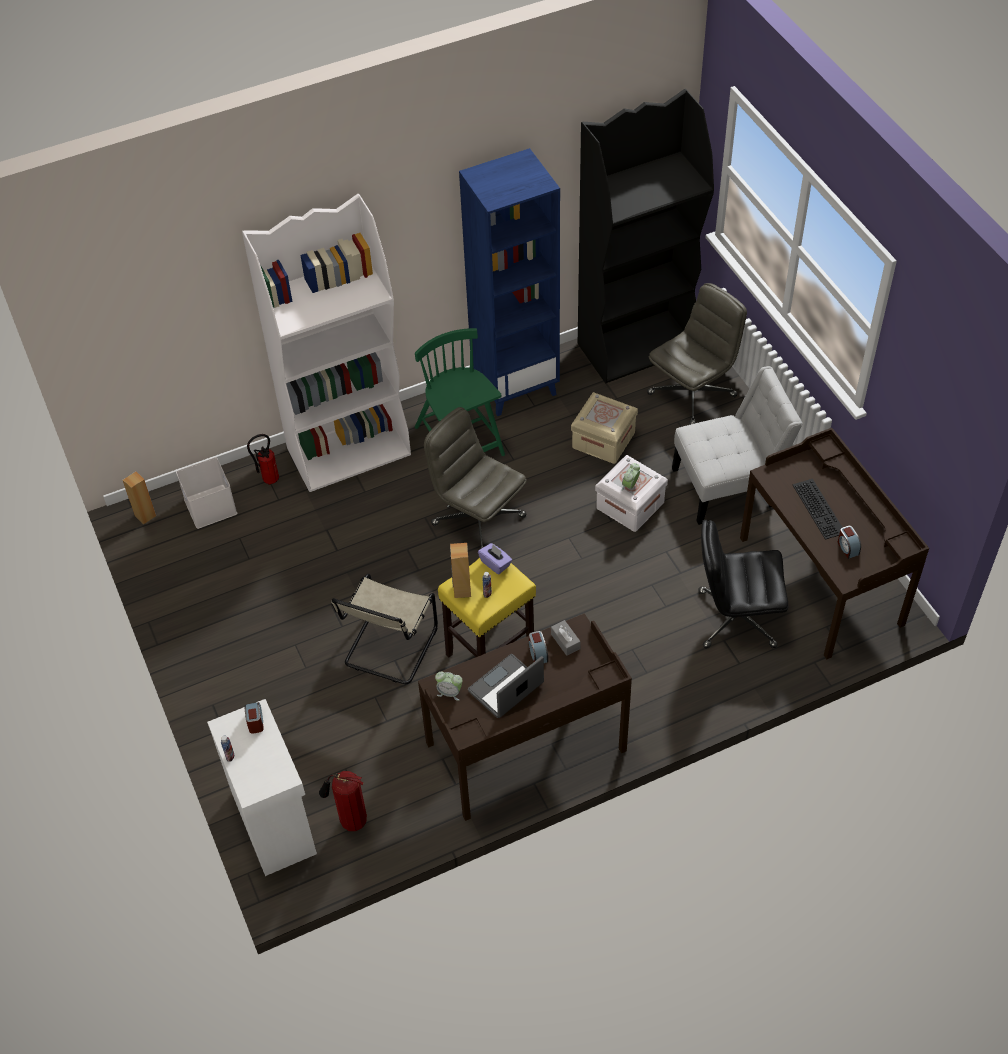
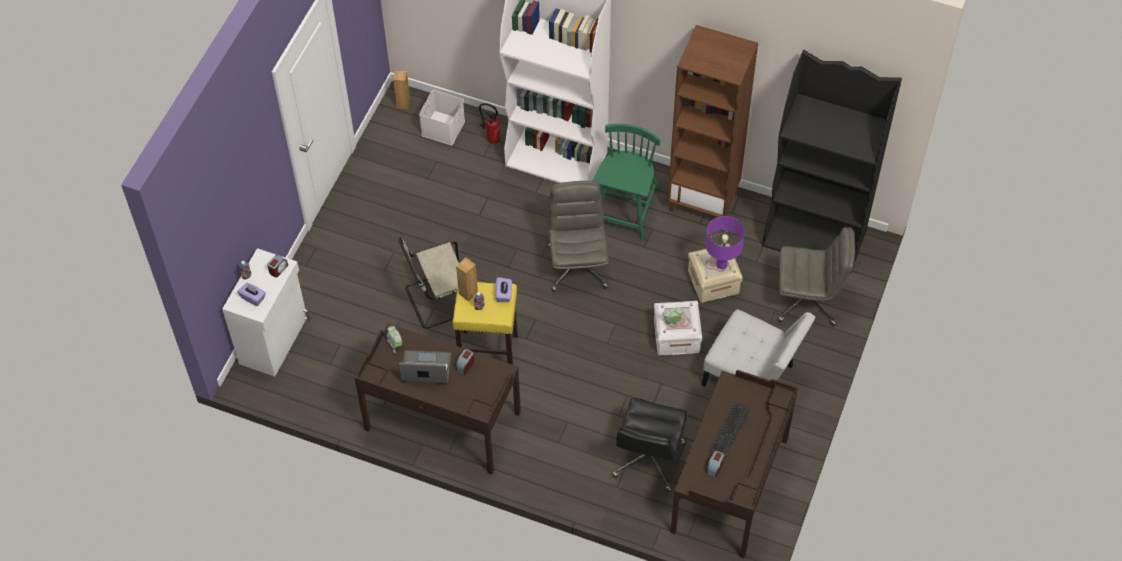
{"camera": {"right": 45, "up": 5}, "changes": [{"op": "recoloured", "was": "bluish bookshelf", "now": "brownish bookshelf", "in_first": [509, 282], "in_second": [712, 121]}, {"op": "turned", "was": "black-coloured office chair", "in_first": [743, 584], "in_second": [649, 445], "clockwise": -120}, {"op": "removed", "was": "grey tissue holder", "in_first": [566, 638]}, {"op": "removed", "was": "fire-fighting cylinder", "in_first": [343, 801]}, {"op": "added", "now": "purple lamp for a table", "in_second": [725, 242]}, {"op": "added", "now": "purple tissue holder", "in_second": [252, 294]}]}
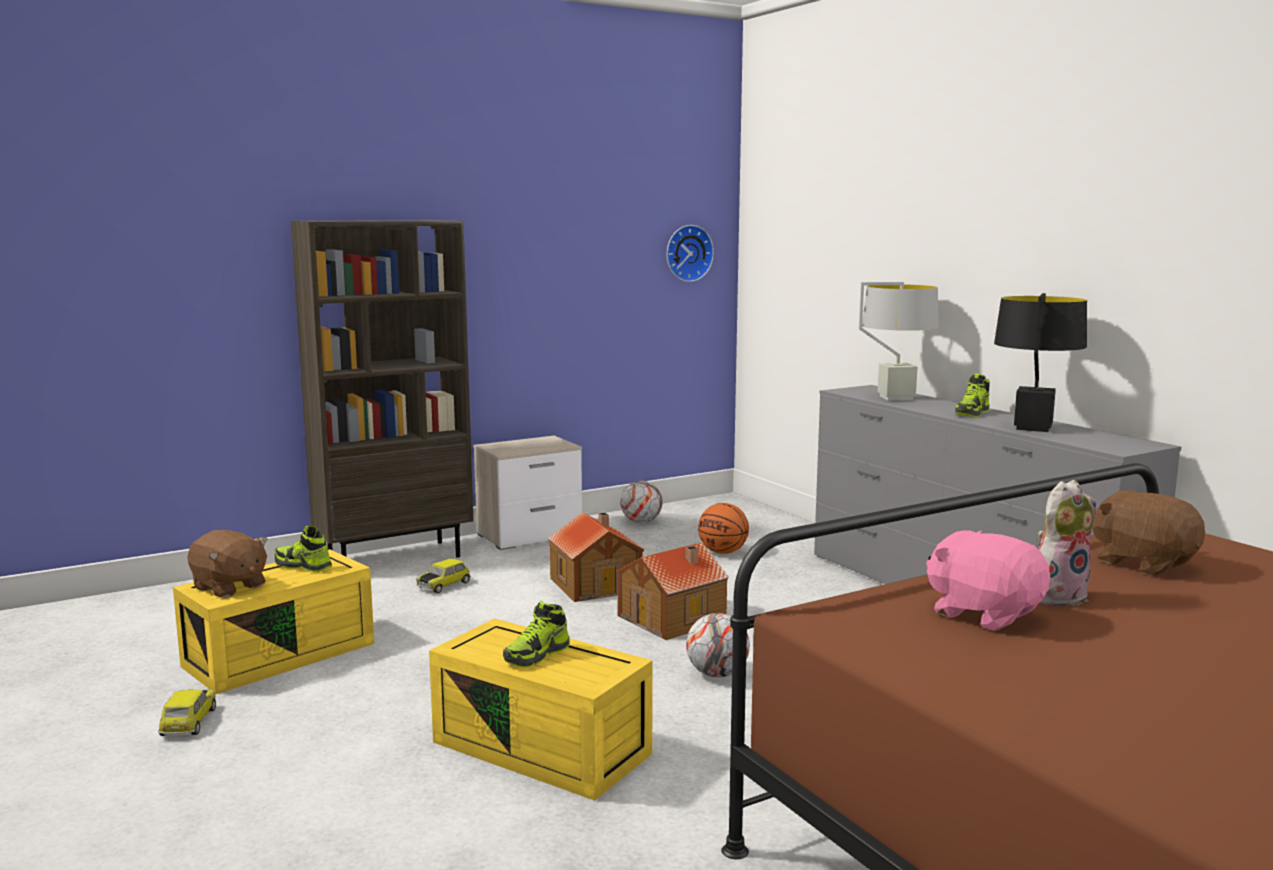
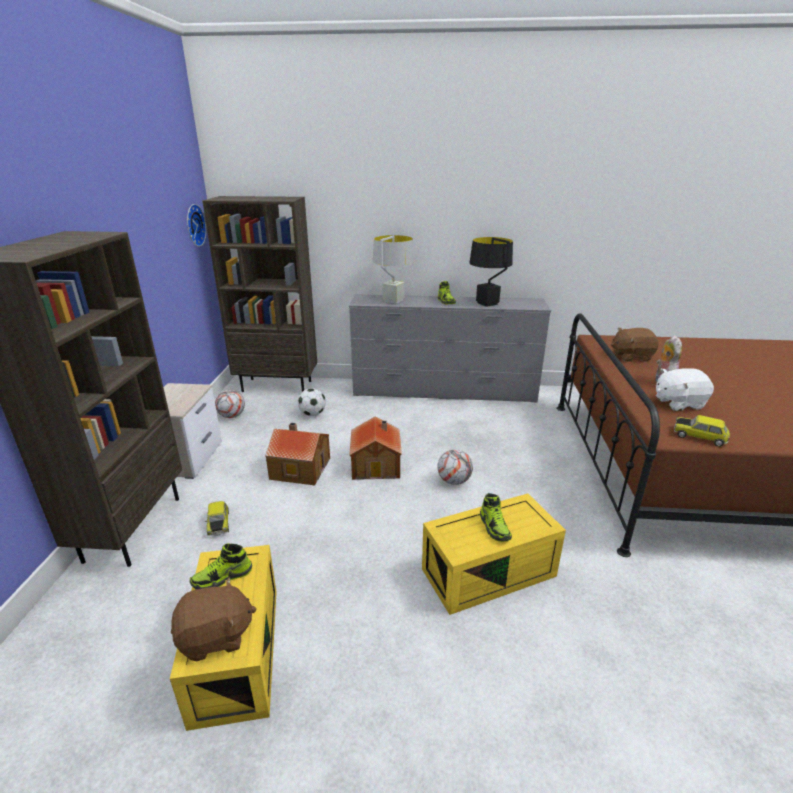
{"camera": {"right": -55, "up": 15}, "changes": [{"op": "replaced", "was": "ball for basketball", "now": "football ball", "in_first": [723, 528], "in_second": [312, 402]}, {"op": "recoloured", "was": "pink-coloured cuddly toy", "now": "white-coloured cuddly toy", "in_first": [988, 580], "in_second": [685, 389]}, {"op": "moved", "was": "model car", "in_first": [187, 712], "in_second": [702, 431]}, {"op": "added", "now": "brownish bookshelf", "in_second": [259, 294]}]}
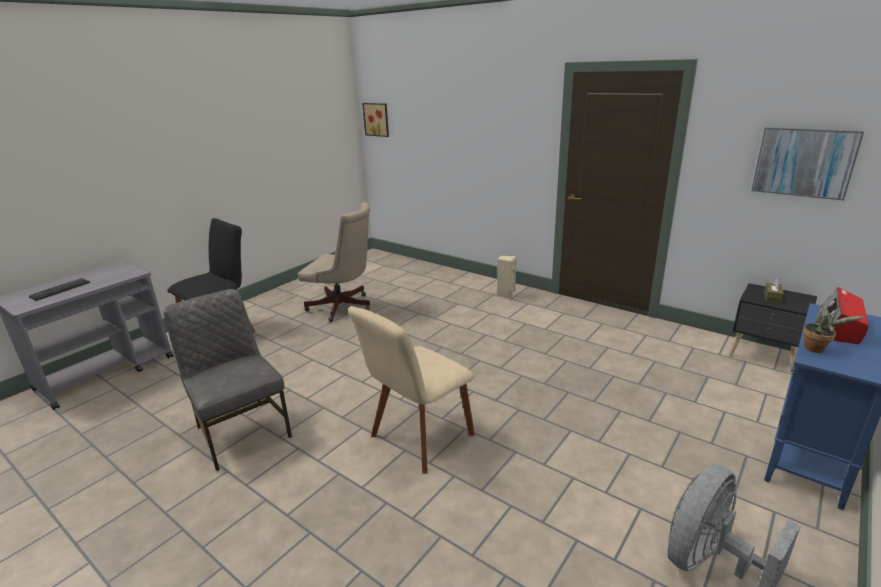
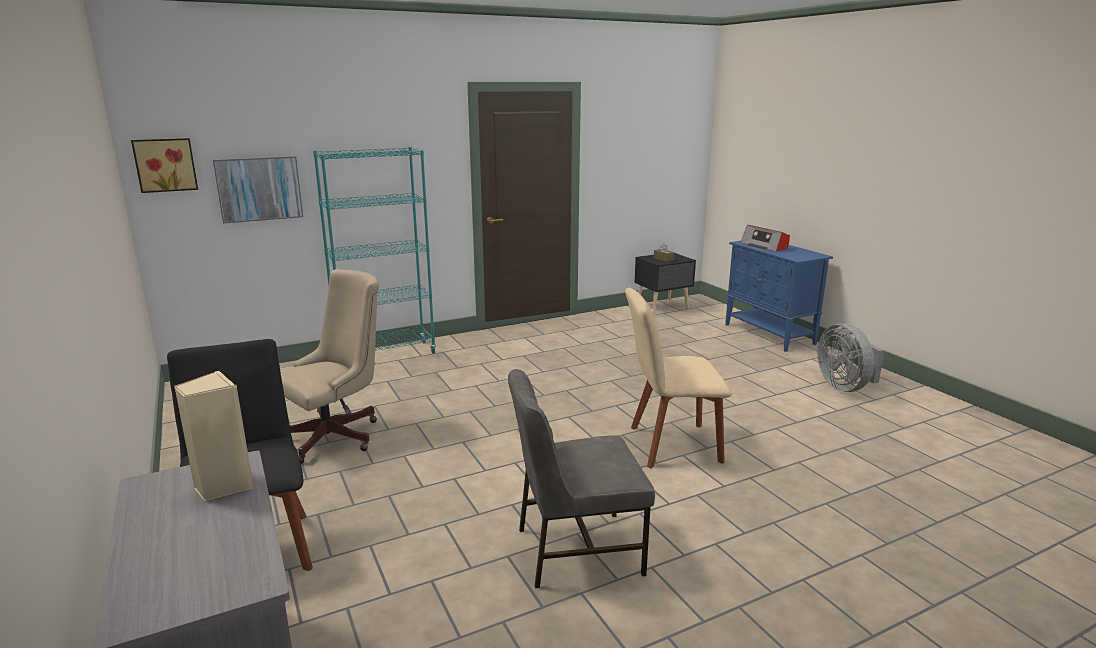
{"camera": {"right": -65, "up": -5}, "changes": [{"op": "moved", "was": "wall picture", "in_first": [807, 164], "in_second": [258, 190]}, {"op": "moved", "was": "beige loudspeaker", "in_first": [506, 277], "in_second": [214, 436]}, {"op": "removed", "was": "keyboard", "in_first": [59, 289]}, {"op": "removed", "was": "houseplant", "in_first": [833, 329]}, {"op": "turned", "was": "beige chair", "in_first": [411, 390], "in_second": [678, 378], "clockwise": 105}, {"op": "added", "now": "blue-green bookshelf", "in_second": [374, 250]}]}
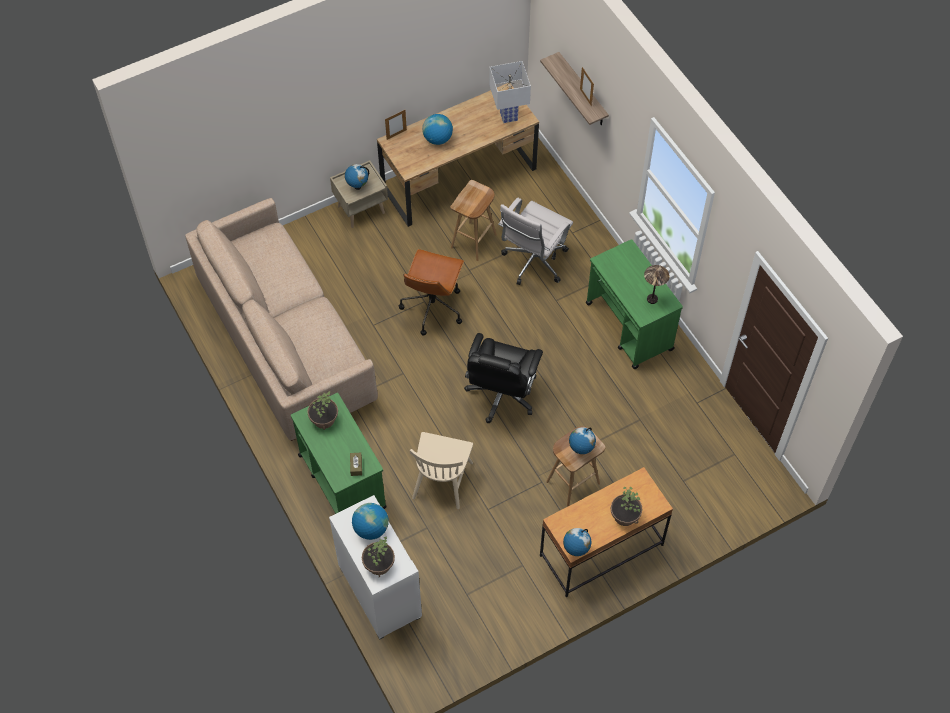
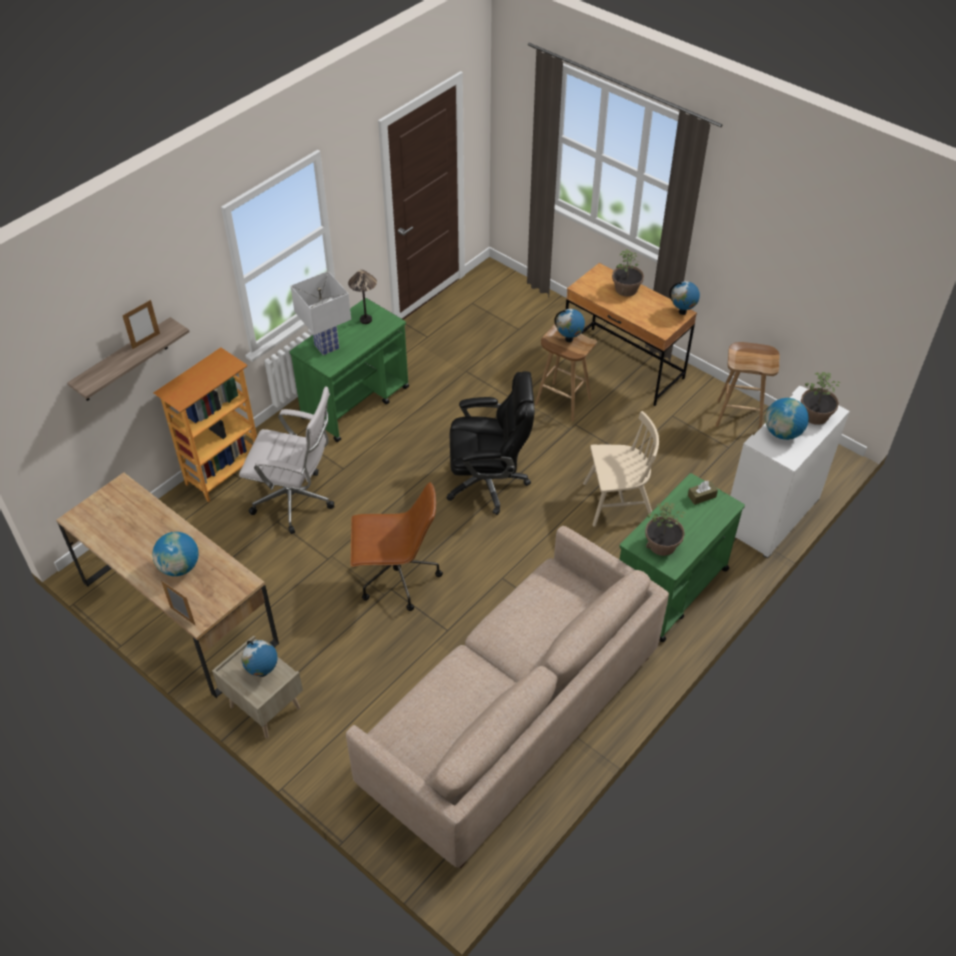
{"camera": {"right": -110, "up": -10}, "changes": [{"op": "moved", "was": "white-coloured lamp for a table", "in_first": [510, 92], "in_second": [321, 313]}, {"op": "moved", "was": "brownish stool seat", "in_first": [473, 220], "in_second": [747, 385]}, {"op": "added", "now": "bookshelf", "in_second": [205, 425]}]}
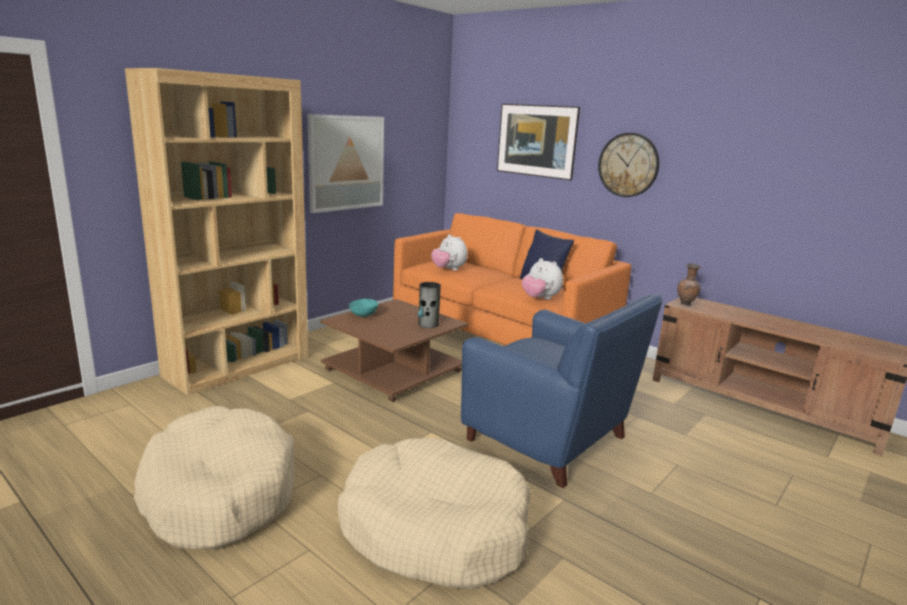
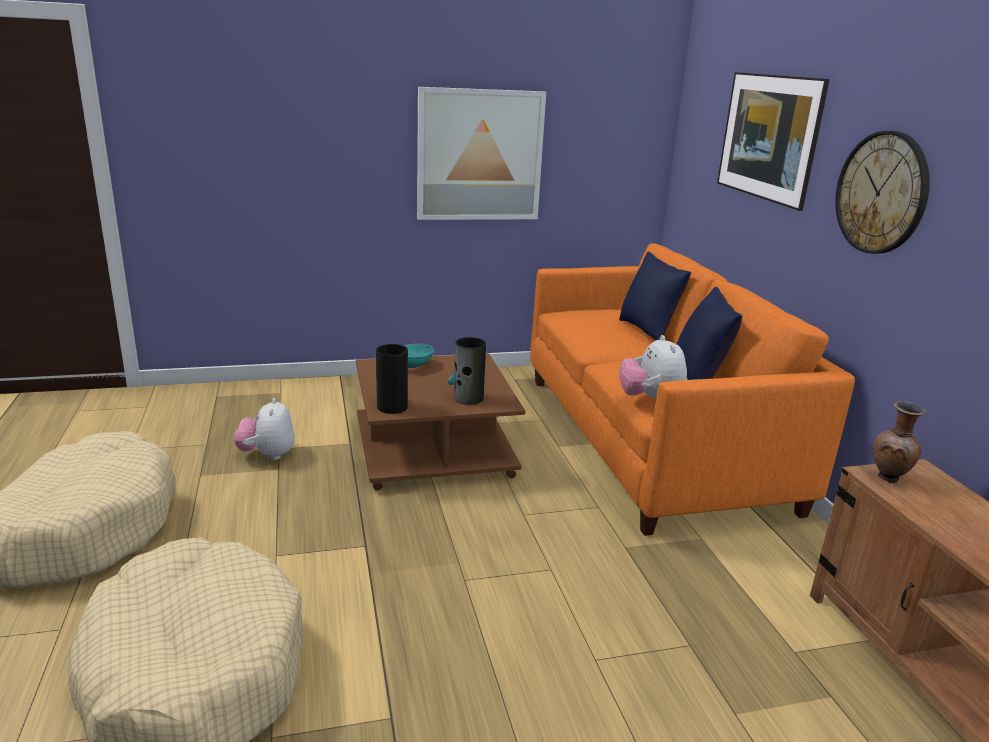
{"camera": {"right": 35, "up": 5}, "changes": [{"op": "removed", "was": "brownish bookshelf", "in_first": [217, 232]}, {"op": "moved", "was": "cuddly toy", "in_first": [449, 252], "in_second": [264, 429]}, {"op": "removed", "was": "bluish armchair", "in_first": [561, 390]}, {"op": "added", "now": "bluish pillow", "in_second": [655, 296]}, {"op": "added", "now": "flower vase", "in_second": [392, 379]}]}
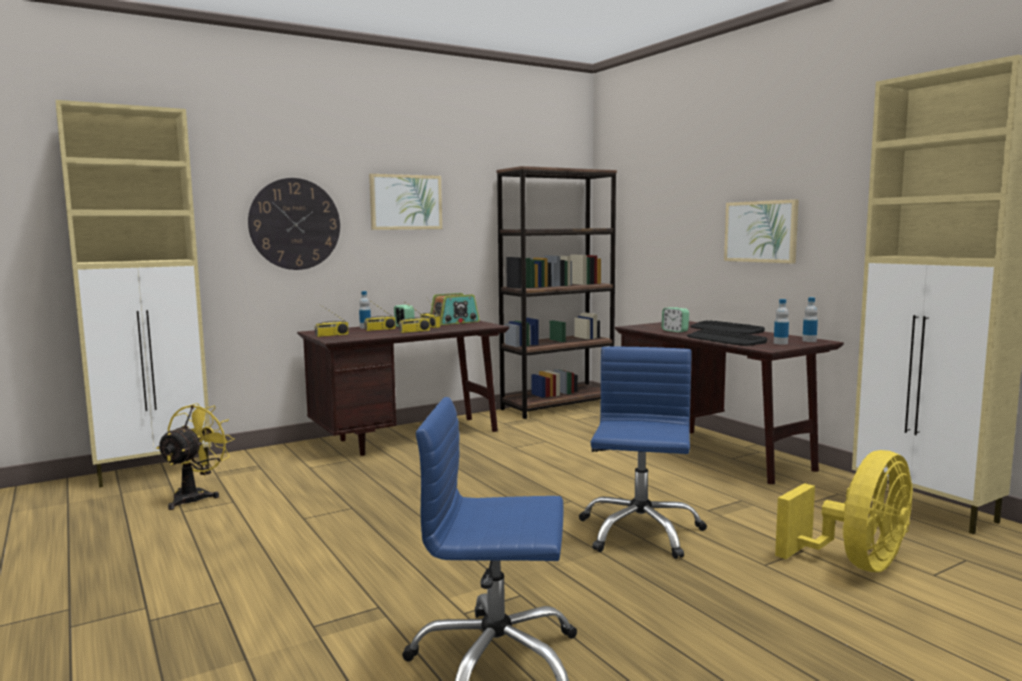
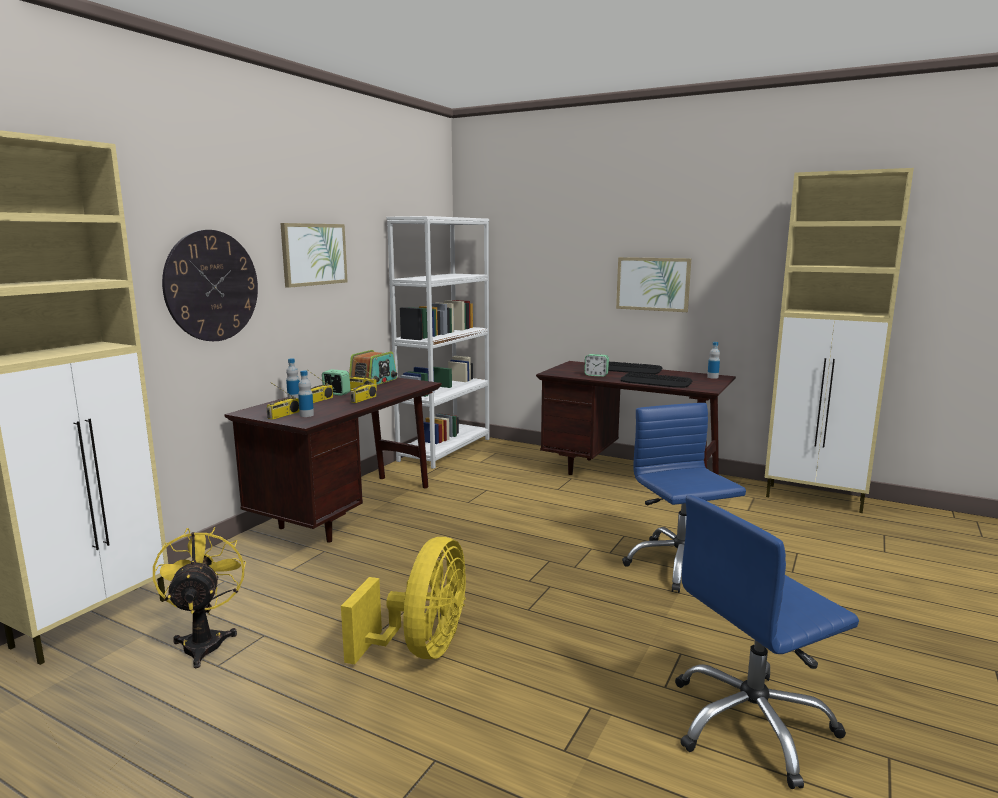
{"camera": {"right": -30, "up": 5}, "changes": [{"op": "recoloured", "was": "brownish bookshelf", "now": "white-coloured bookshelf", "in_first": [556, 292], "in_second": [437, 342]}, {"op": "moved", "was": "beverage bottle", "in_first": [781, 321], "in_second": [306, 394]}, {"op": "moved", "was": "yellowish cooling fan", "in_first": [844, 511], "in_second": [403, 601]}]}
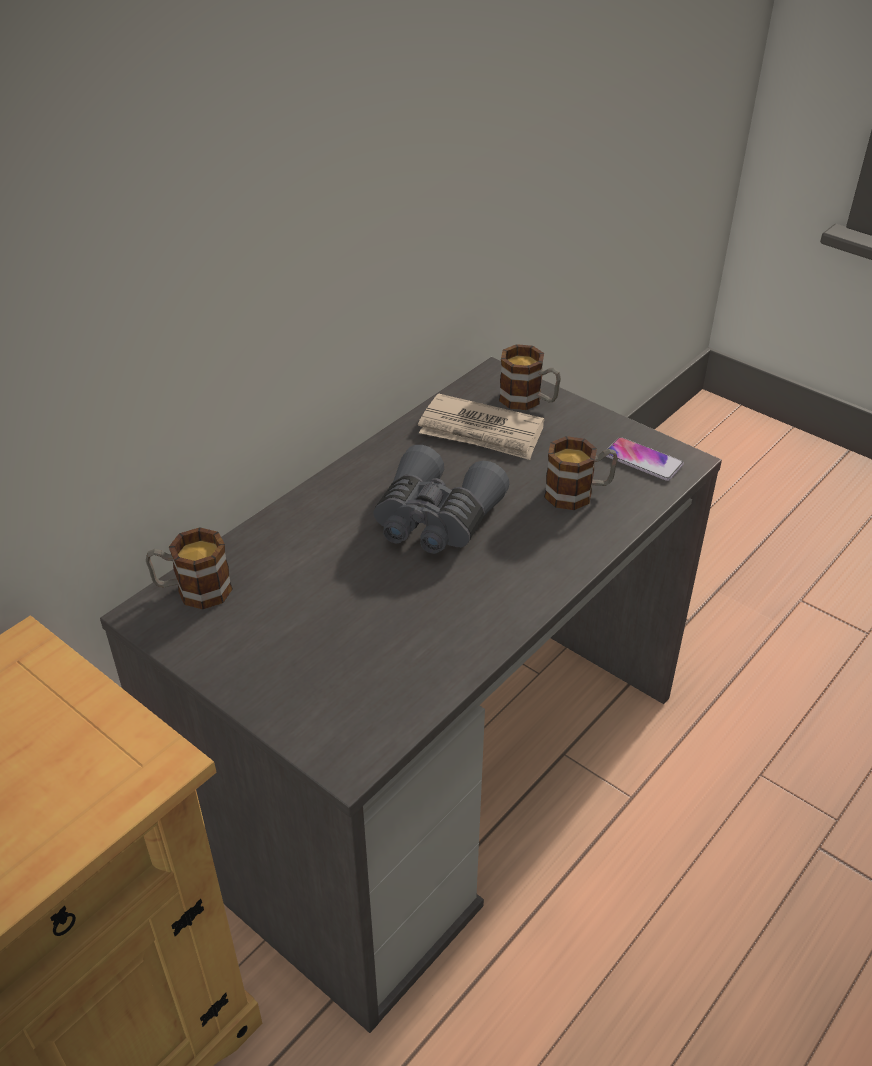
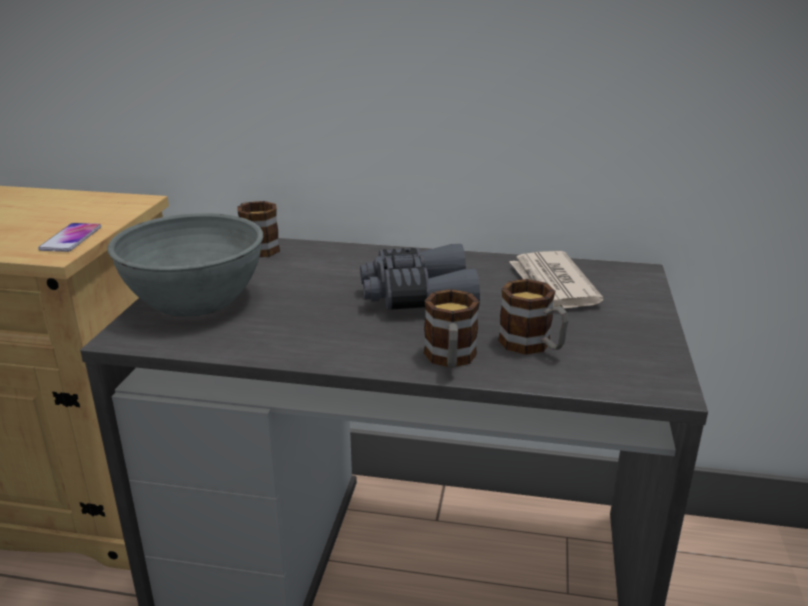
{"camera": {"right": 60, "up": -15}, "changes": [{"op": "moved", "was": "coffee mug", "in_first": [530, 377], "in_second": [451, 328]}, {"op": "moved", "was": "telephone", "in_first": [645, 459], "in_second": [69, 237]}, {"op": "added", "now": "grey bowl", "in_second": [185, 265]}]}
